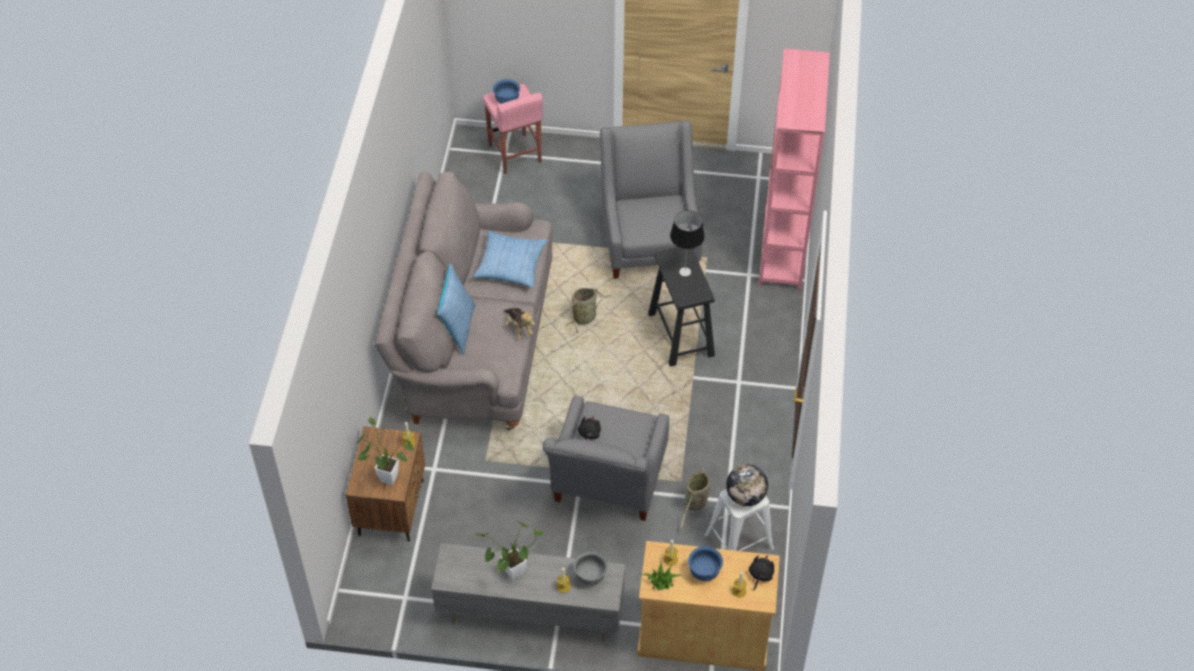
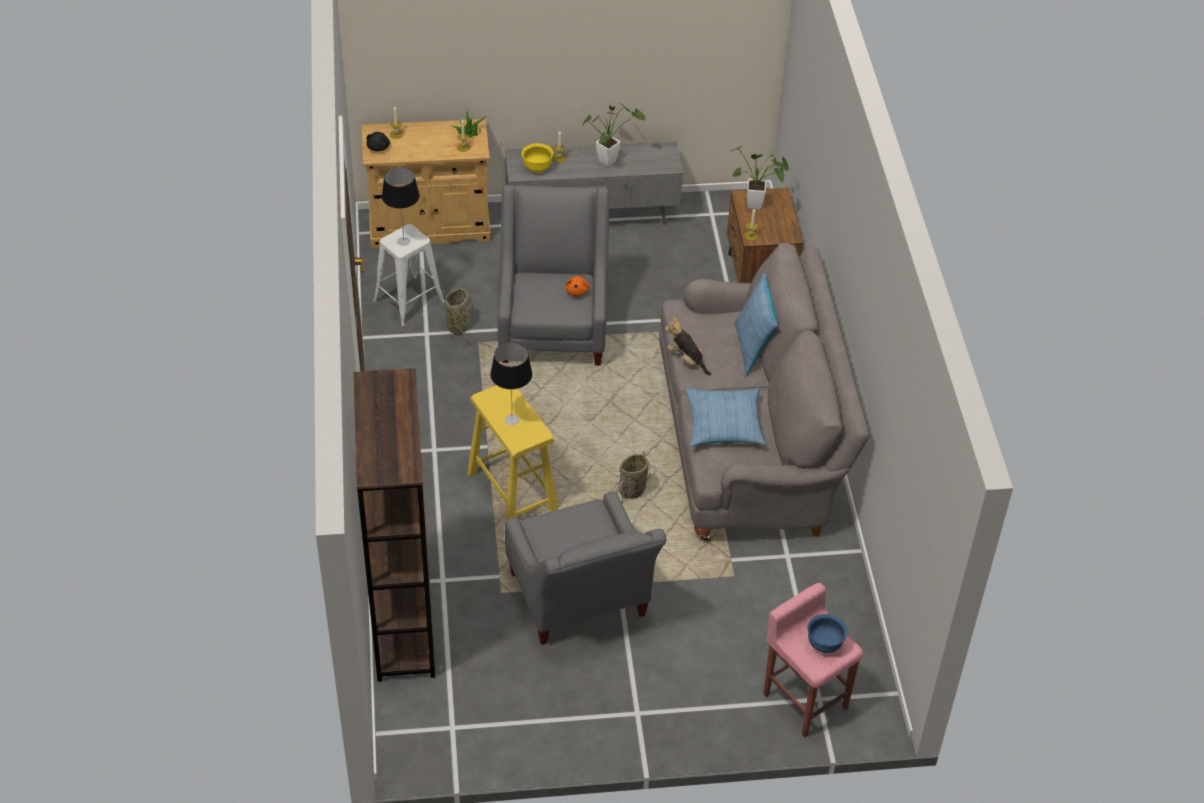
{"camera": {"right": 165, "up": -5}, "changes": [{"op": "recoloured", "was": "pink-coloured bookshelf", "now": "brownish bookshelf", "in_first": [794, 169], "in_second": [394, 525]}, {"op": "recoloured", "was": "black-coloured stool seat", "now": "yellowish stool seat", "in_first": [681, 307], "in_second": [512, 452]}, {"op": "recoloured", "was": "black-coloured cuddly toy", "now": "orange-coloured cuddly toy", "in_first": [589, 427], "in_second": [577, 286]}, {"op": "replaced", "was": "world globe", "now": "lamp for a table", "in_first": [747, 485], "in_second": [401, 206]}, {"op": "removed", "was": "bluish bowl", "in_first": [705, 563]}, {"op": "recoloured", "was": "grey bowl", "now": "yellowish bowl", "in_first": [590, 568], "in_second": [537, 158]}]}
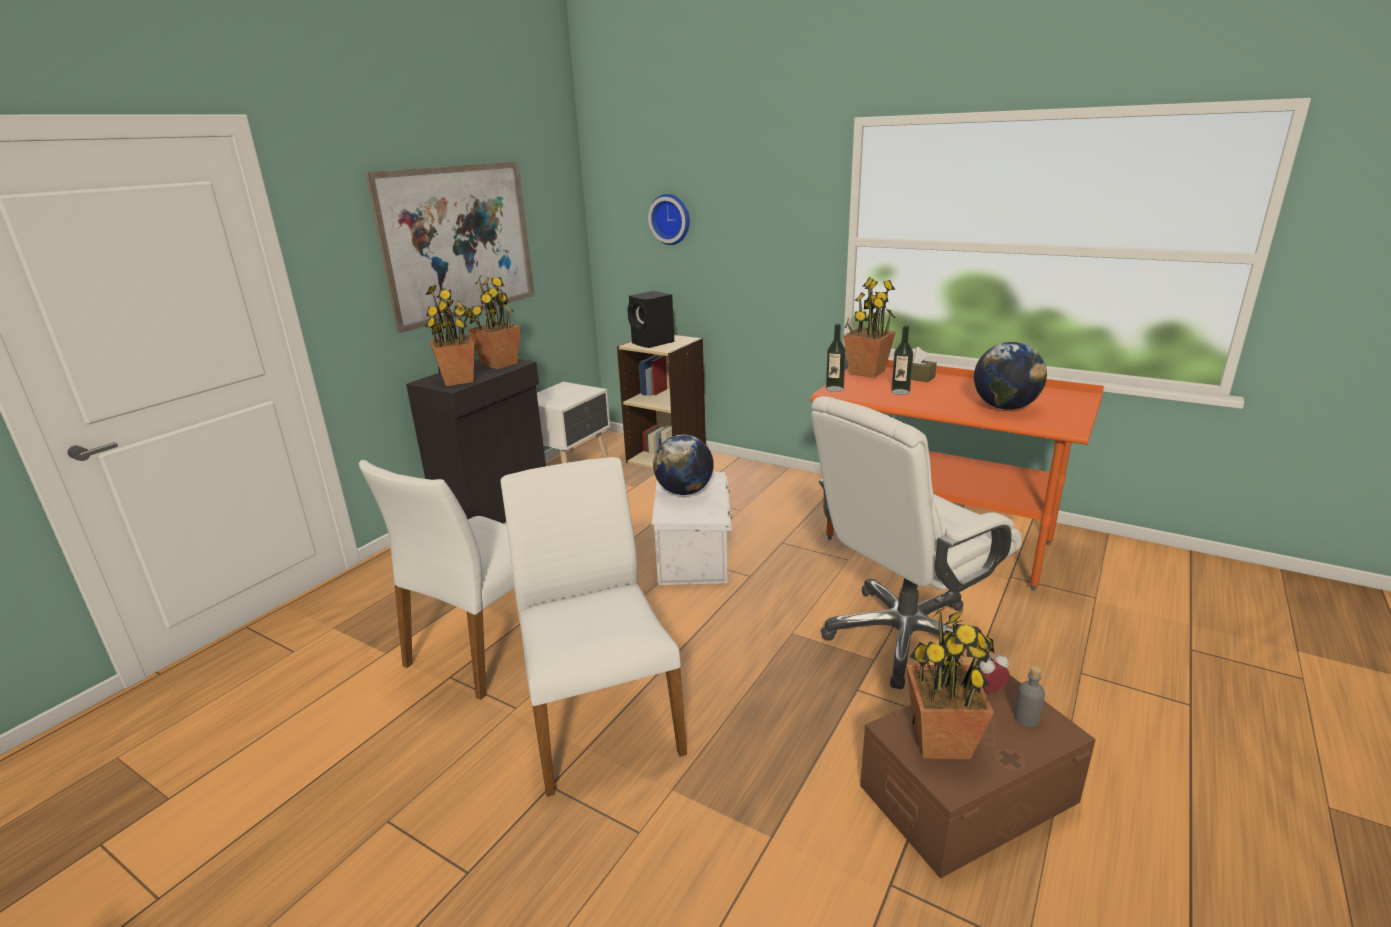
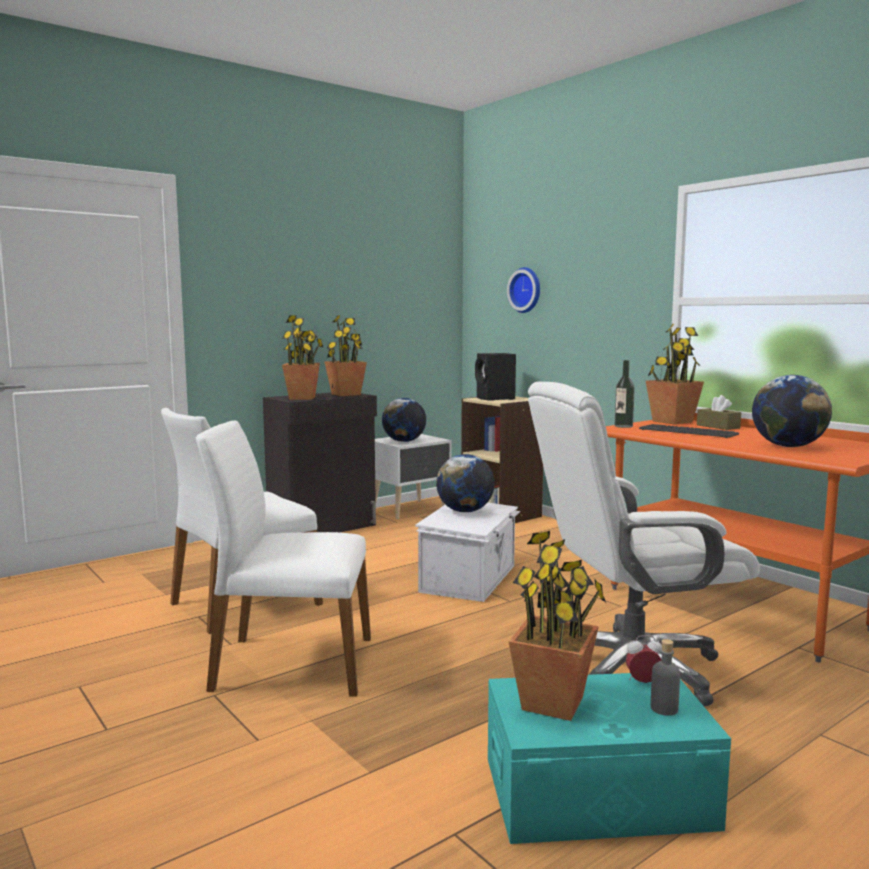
{"camera": {"right": 20, "up": -15}, "changes": [{"op": "removed", "was": "wall picture", "in_first": [450, 247]}, {"op": "replaced", "was": "beverage bottle", "now": "keyboard", "in_first": [902, 360], "in_second": [689, 431]}, {"op": "turned", "was": "white-coloured chair", "in_first": [594, 627], "in_second": [283, 559], "clockwise": -90}, {"op": "recoloured", "was": "brownish storage container", "now": "blue-green storage container", "in_first": [978, 777], "in_second": [609, 758]}, {"op": "added", "now": "world globe", "in_second": [404, 420]}]}
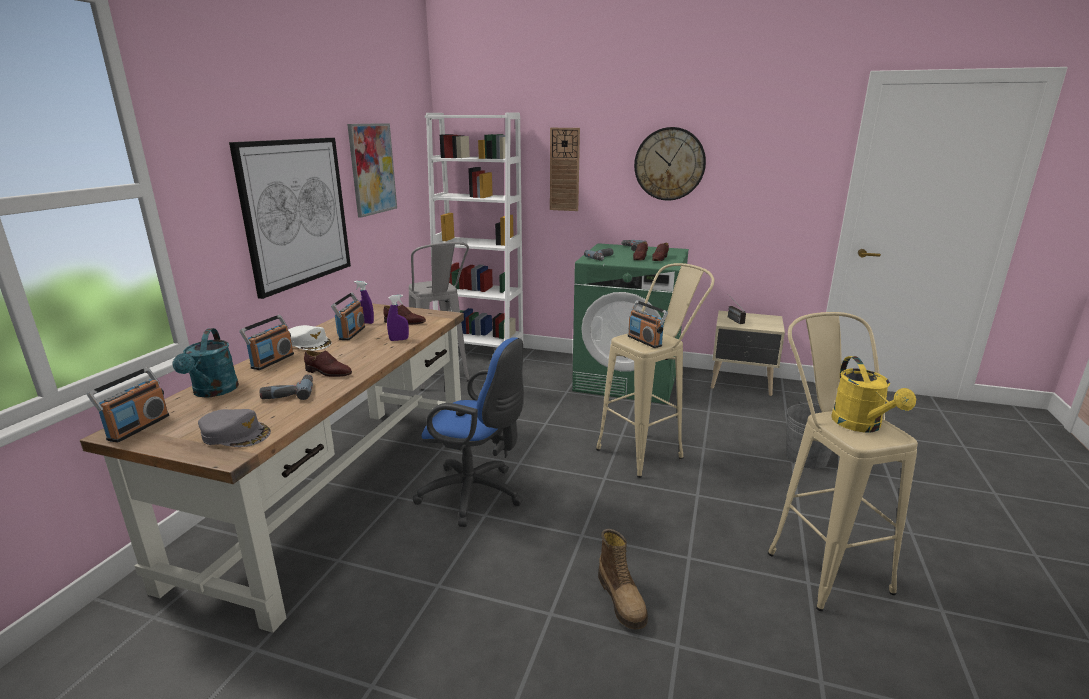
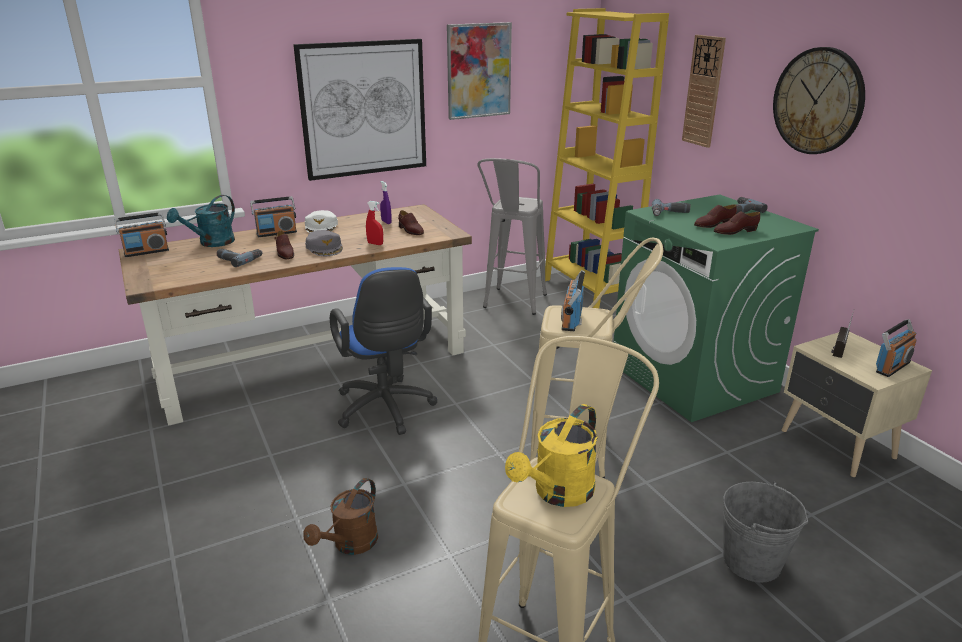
{"camera": {"right": 45, "up": 5}, "changes": [{"op": "recoloured", "was": "white-coloured bookshelf", "now": "yellowish bookshelf", "in_first": [474, 229], "in_second": [607, 158]}, {"op": "moved", "was": "radio receiver", "in_first": [348, 316], "in_second": [896, 348]}, {"op": "recoloured", "was": "purple hand sprayer", "now": "reddish hand sprayer", "in_first": [398, 318], "in_second": [374, 223]}, {"op": "moved", "was": "grey cap", "in_first": [234, 428], "in_second": [324, 243]}, {"op": "replaced", "was": "tall boot", "now": "brownish watering can", "in_first": [623, 579], "in_second": [341, 516]}]}
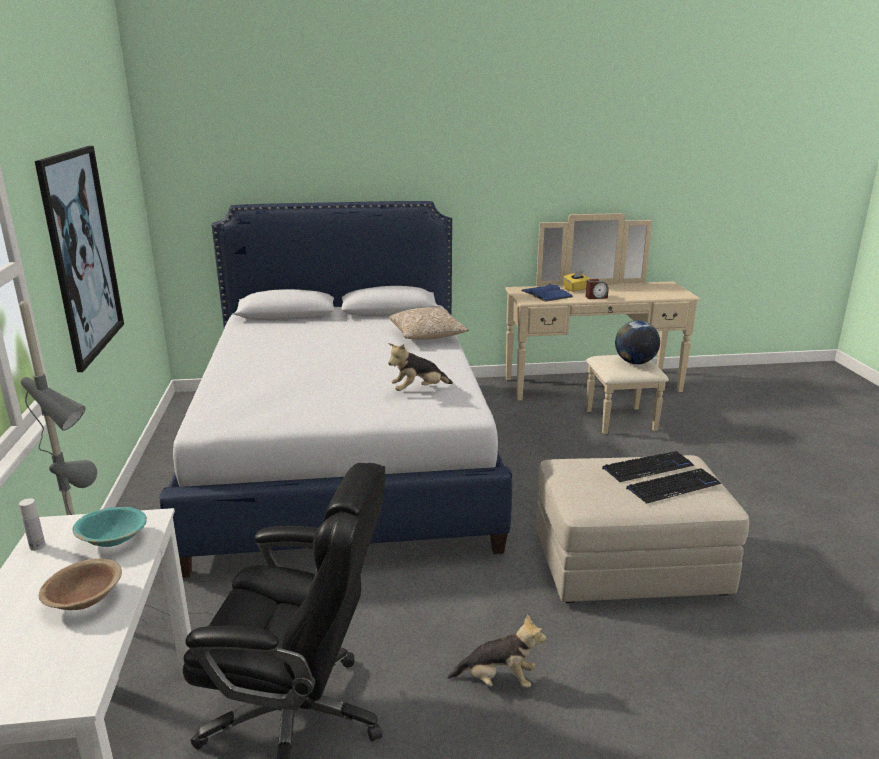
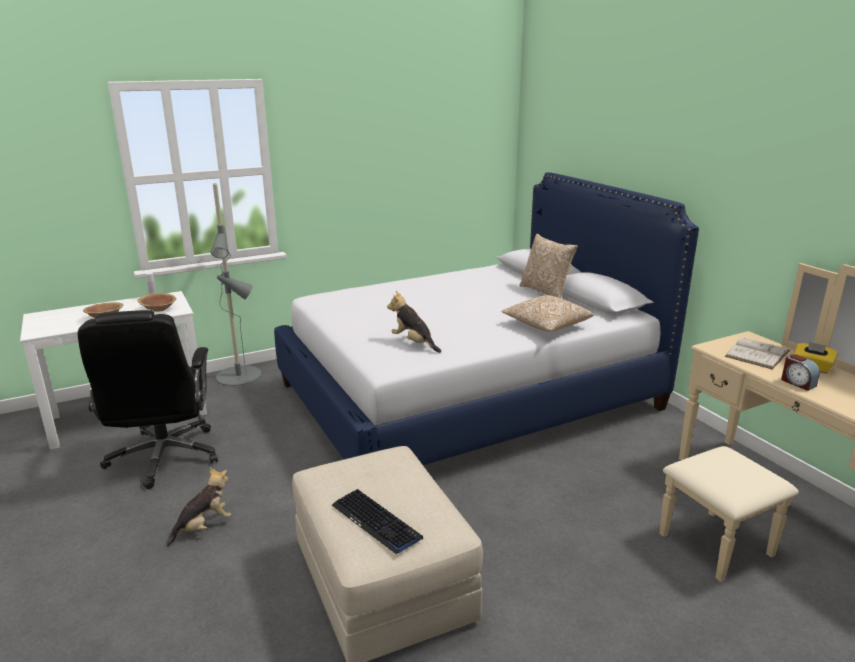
{"camera": {"right": 70, "up": 0}, "changes": [{"op": "removed", "was": "wall picture", "in_first": [79, 259]}, {"op": "recoloured", "was": "bluish bound book", "now": "white-coloured bound book", "in_first": [547, 292], "in_second": [757, 354]}, {"op": "removed", "was": "world globe", "in_first": [637, 342]}, {"op": "removed", "was": "keyboard", "in_first": [648, 466]}, {"op": "recoloured", "was": "blue-green bowl", "now": "brownish bowl", "in_first": [109, 527], "in_second": [157, 302]}, {"op": "turned", "was": "cuddly toy", "in_first": [496, 651], "in_second": [199, 506], "clockwise": -120}, {"op": "added", "now": "pillow", "in_second": [549, 266]}]}
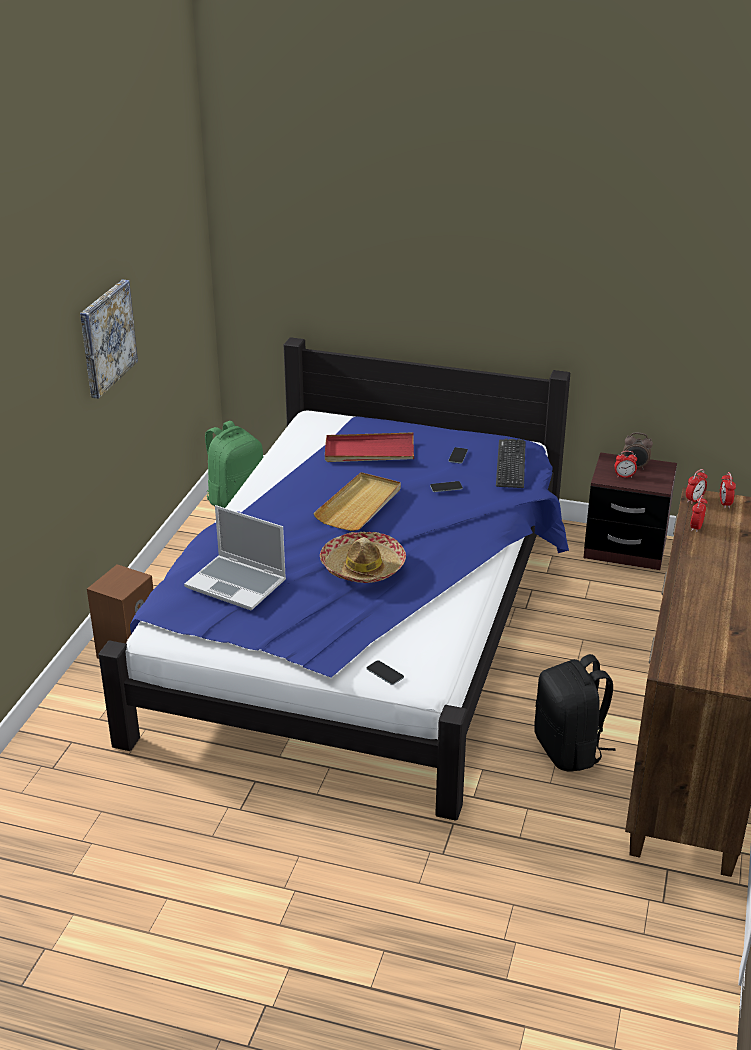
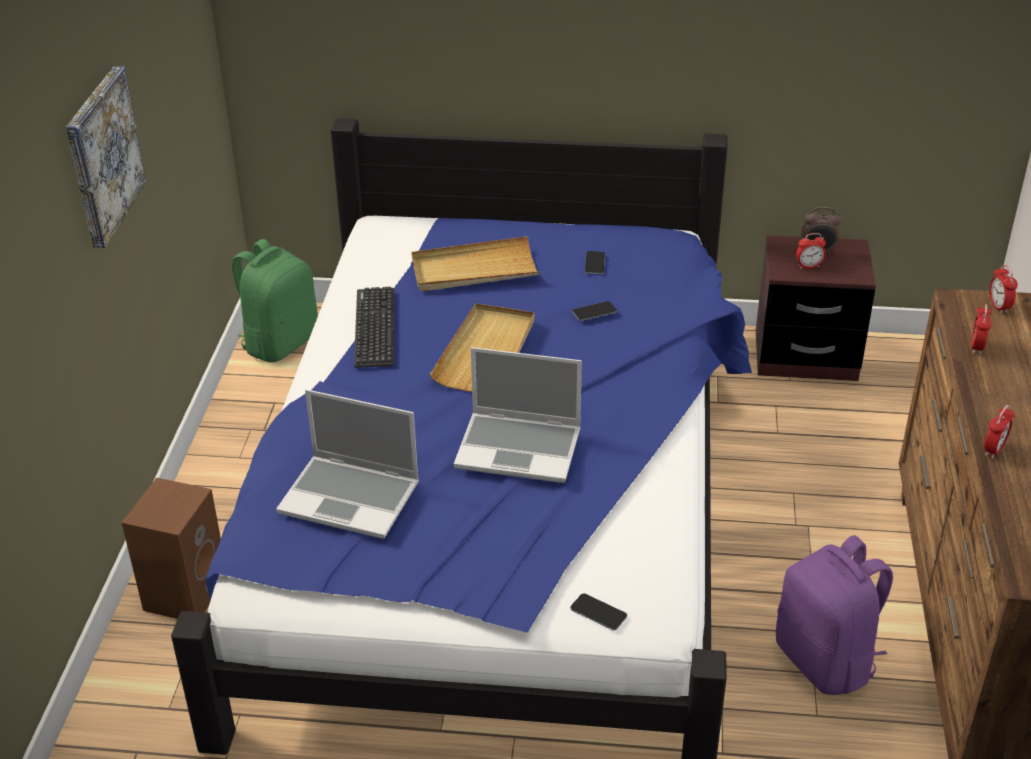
{"camera": {"right": -10, "up": 5}, "changes": [{"op": "recoloured", "was": "reddish tray", "now": "beige tray", "in_first": [369, 447], "in_second": [475, 263]}, {"op": "moved", "was": "keyboard", "in_first": [511, 463], "in_second": [374, 327]}, {"op": "moved", "was": "table clock", "in_first": [697, 486], "in_second": [999, 432]}, {"op": "replaced", "was": "wearable hat", "now": "notebook computer", "in_first": [363, 557], "in_second": [518, 415]}, {"op": "recoloured", "was": "black-coloured knapsack", "now": "purple knapsack", "in_first": [575, 713], "in_second": [834, 615]}]}
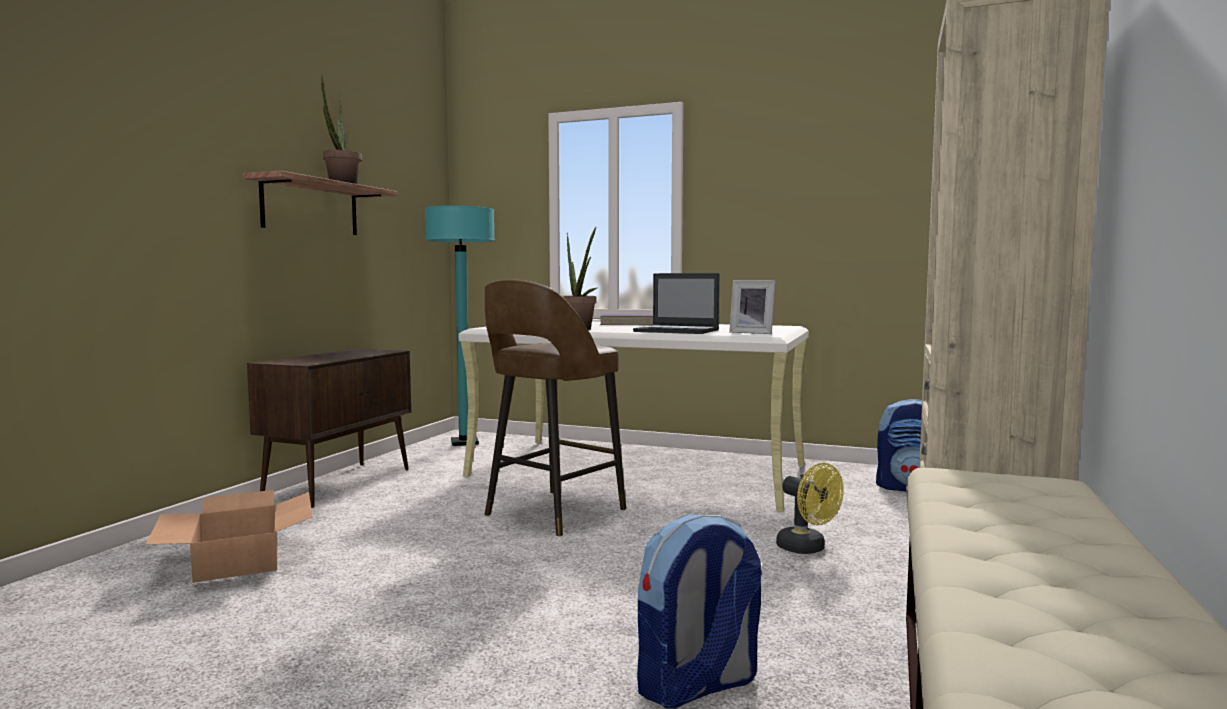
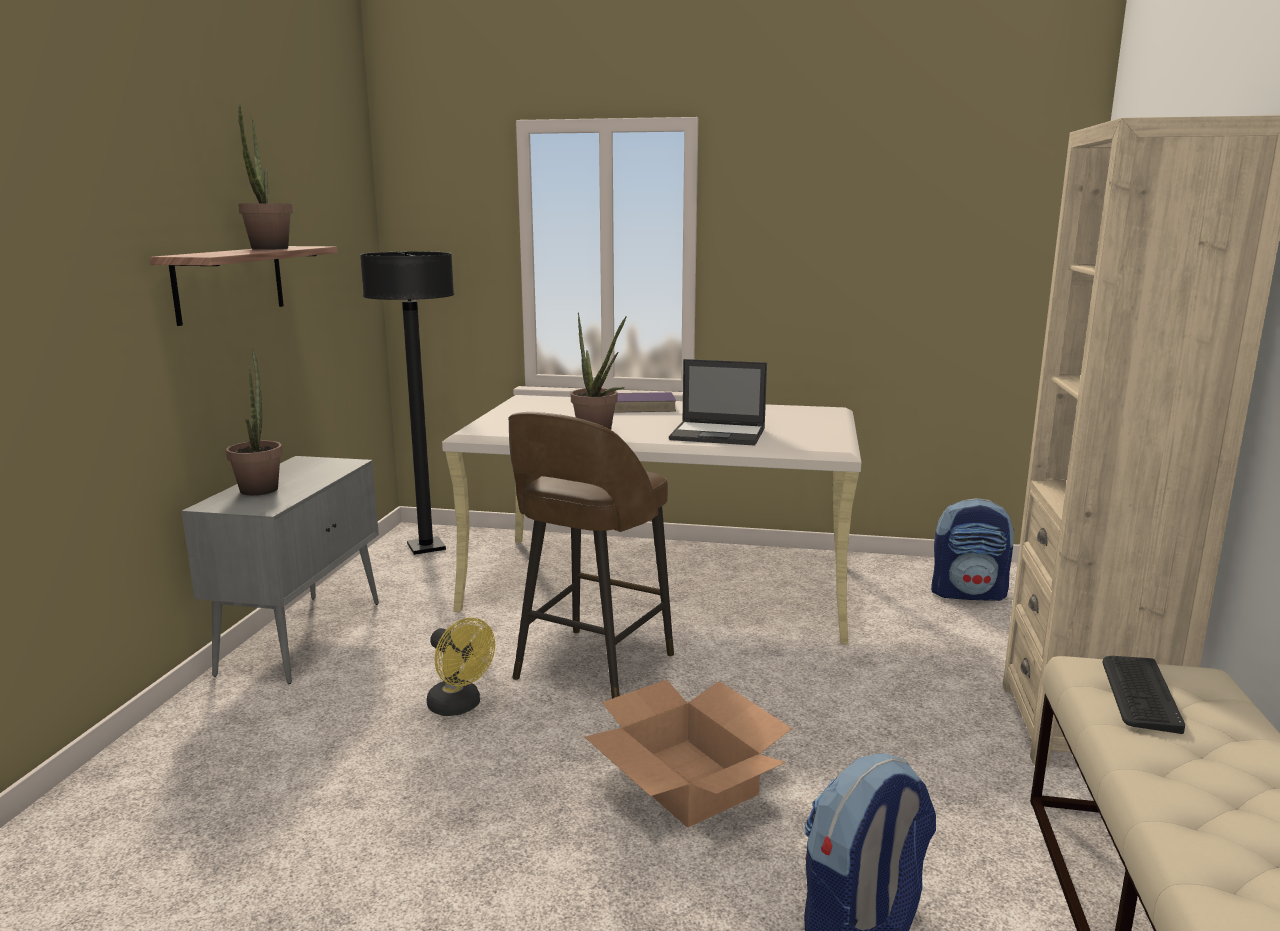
{"camera": {"right": -10, "up": 10}, "changes": [{"op": "recoloured", "was": "blue-green standing lamp", "now": "black-coloured standing lamp", "in_first": [460, 326], "in_second": [407, 403]}, {"op": "removed", "was": "standing frame", "in_first": [752, 307]}, {"op": "recoloured", "was": "brownish cupboard", "now": "grey cupboard", "in_first": [329, 428], "in_second": [280, 570]}, {"op": "moved", "was": "yellowish cooling fan", "in_first": [810, 508], "in_second": [461, 667]}, {"op": "moved", "was": "cardboard box", "in_first": [228, 536], "in_second": [688, 754]}, {"op": "added", "now": "houseplant", "in_second": [254, 422]}, {"op": "added", "now": "keyboard", "in_second": [1143, 695]}]}
